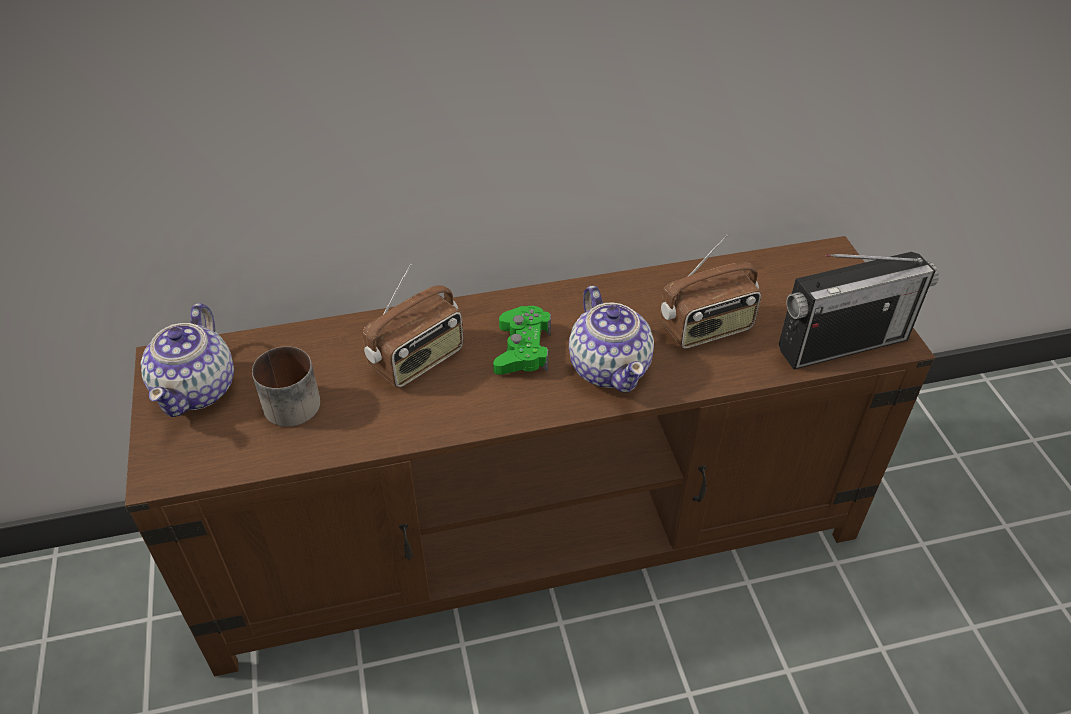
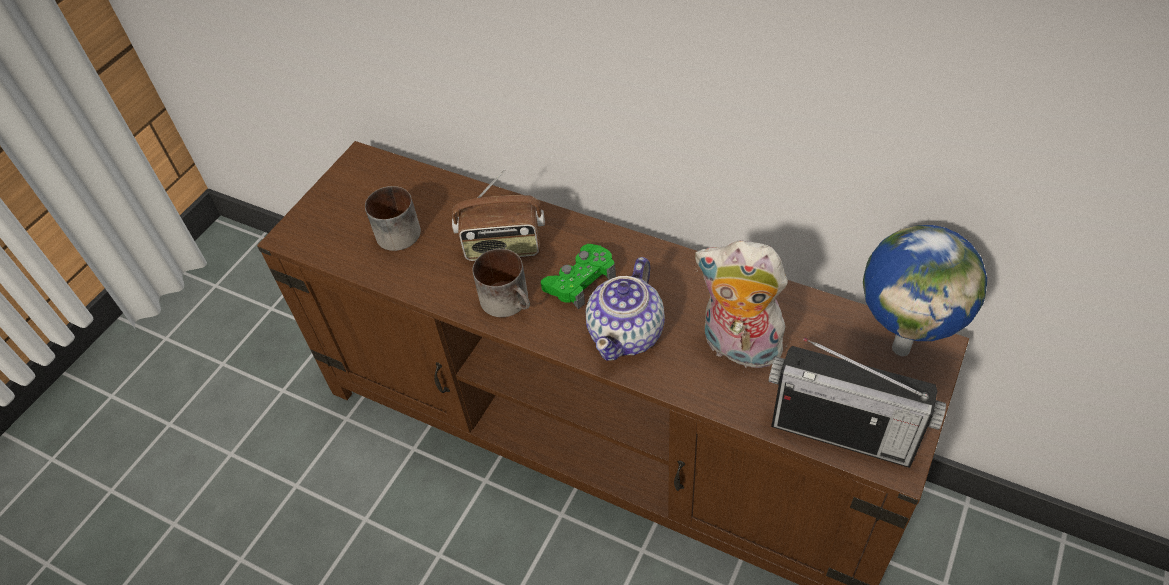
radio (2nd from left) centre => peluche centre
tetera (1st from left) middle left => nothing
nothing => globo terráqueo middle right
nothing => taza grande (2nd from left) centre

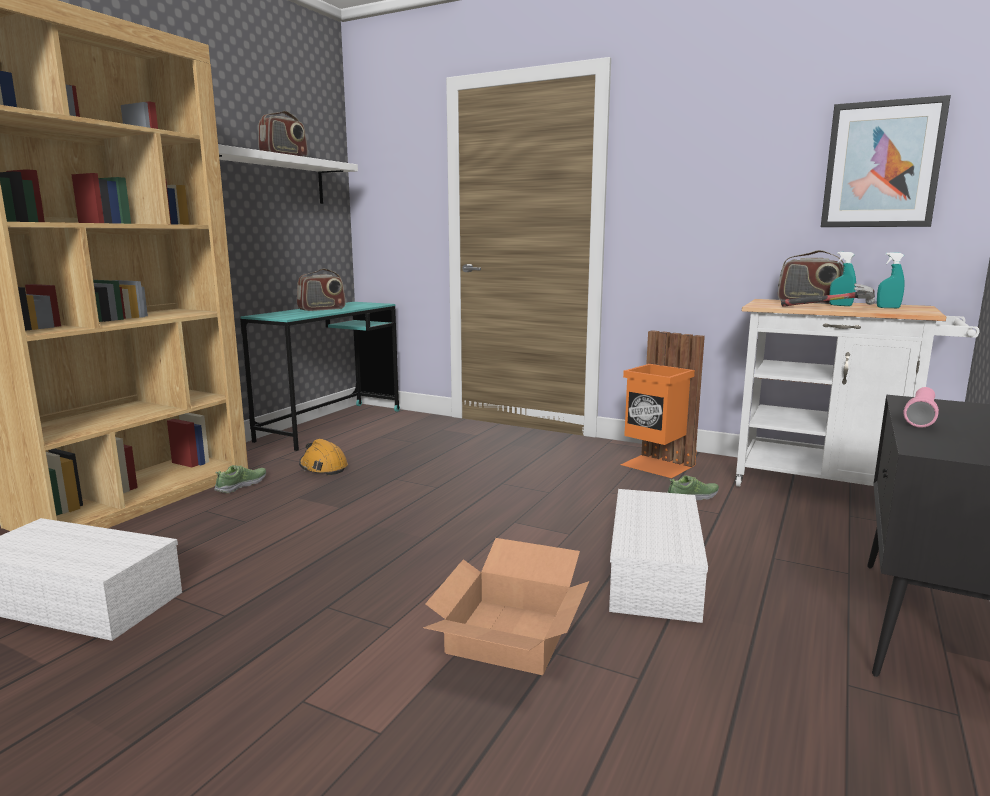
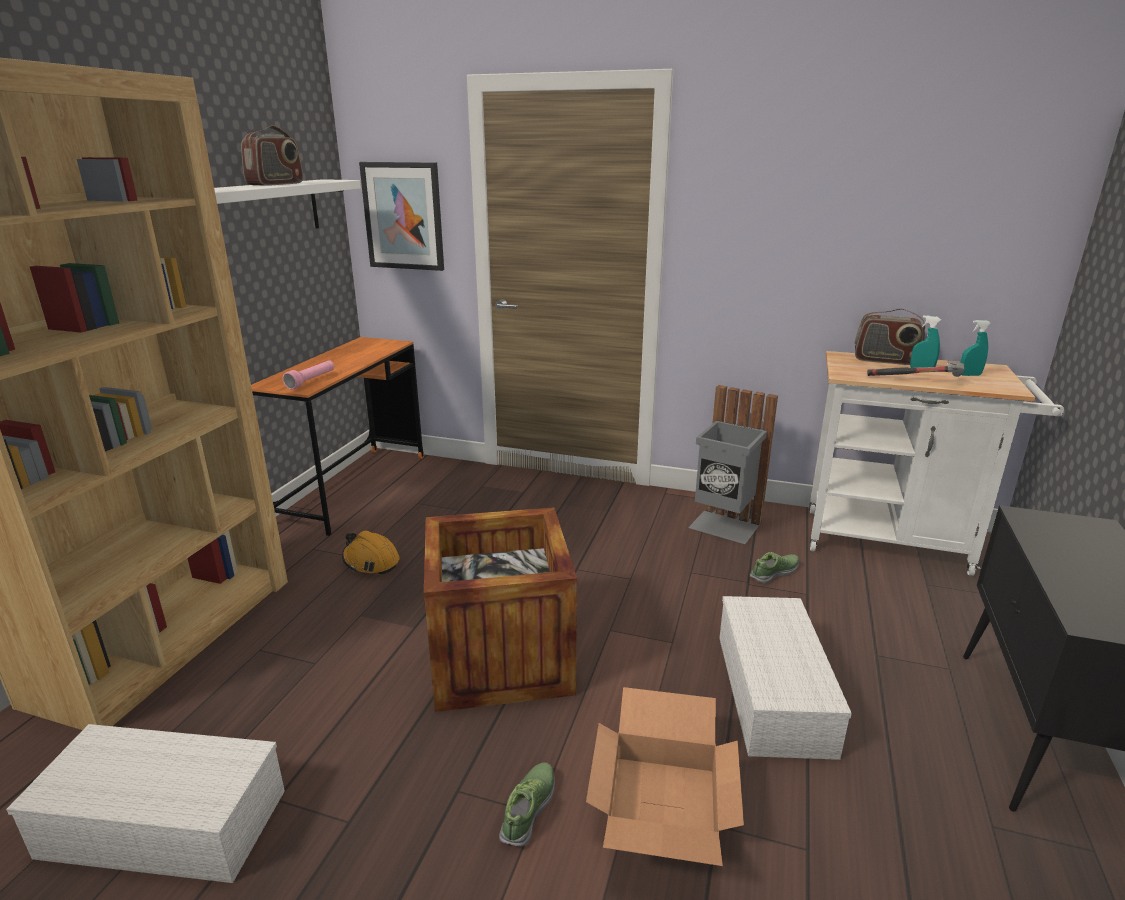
cuadro top right => cuadro top centre, moved
radio (2nd from left) middle left => nothing
escritorio/turquesa middle left => escritorio/naranja middle left
papelera/naranja middle right => papelera/gris centre
linterna/rosa middle right => linterna/rosa middle left, moved
zapato (1st from left) middle left => zapato (1st from left) bottom centre, moved
nothing => caja de embalaje bottom centre

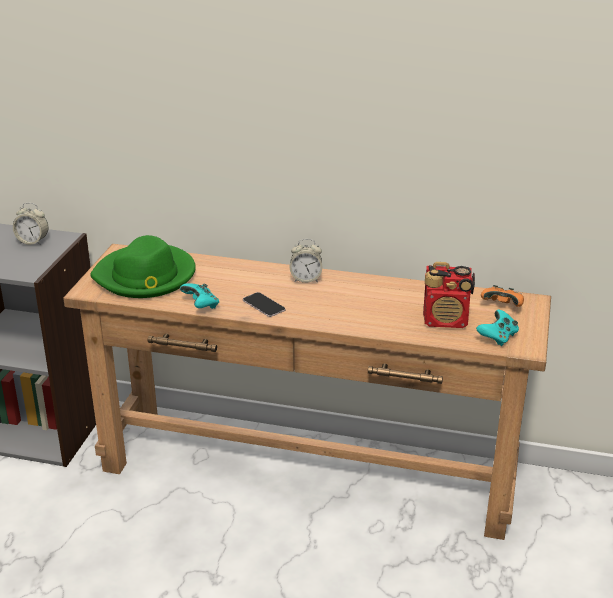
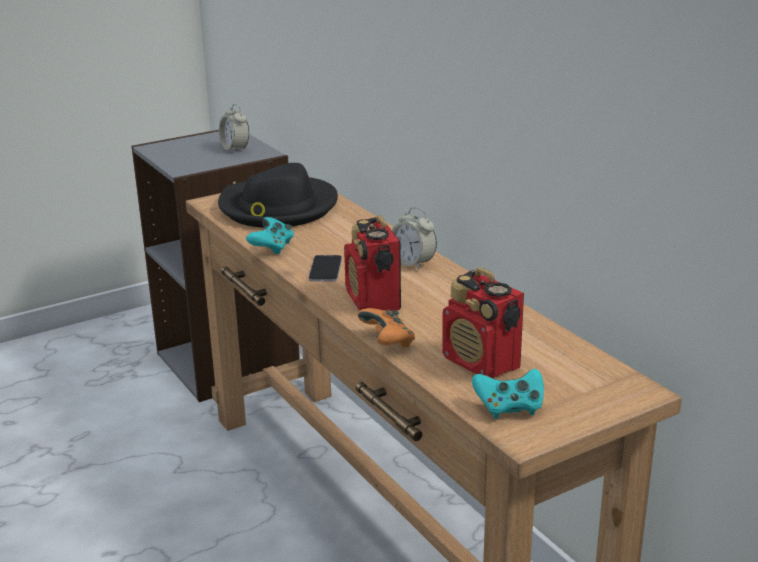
sombrero/verde middle left => sombrero/negro centre
mando de consola/naranja middle right => mando de consola/naranja centre, moved
nothing => radio (1st from left) centre

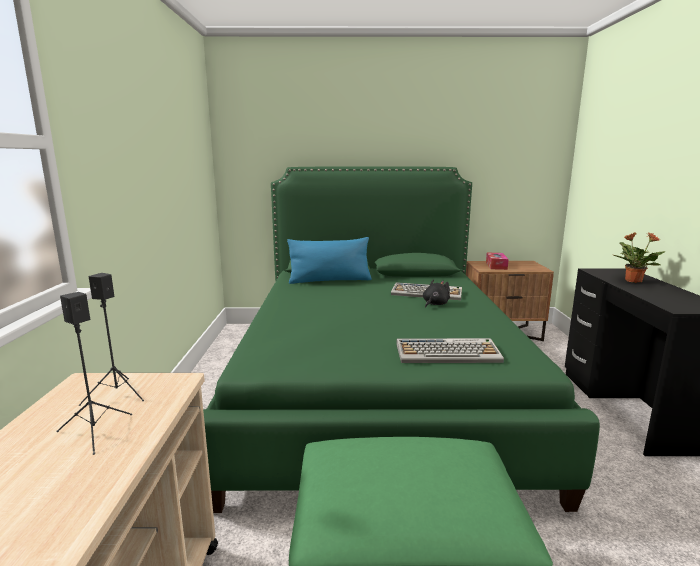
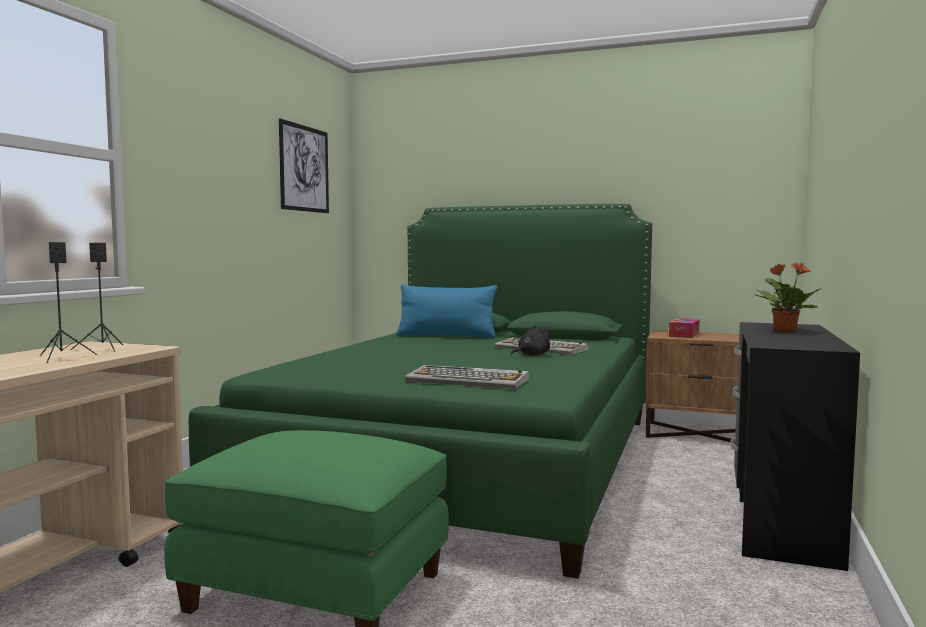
nothing => cuadro top left

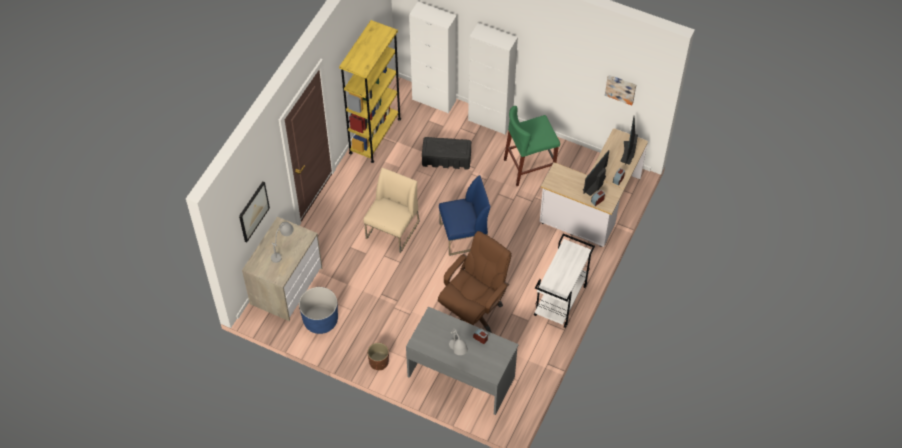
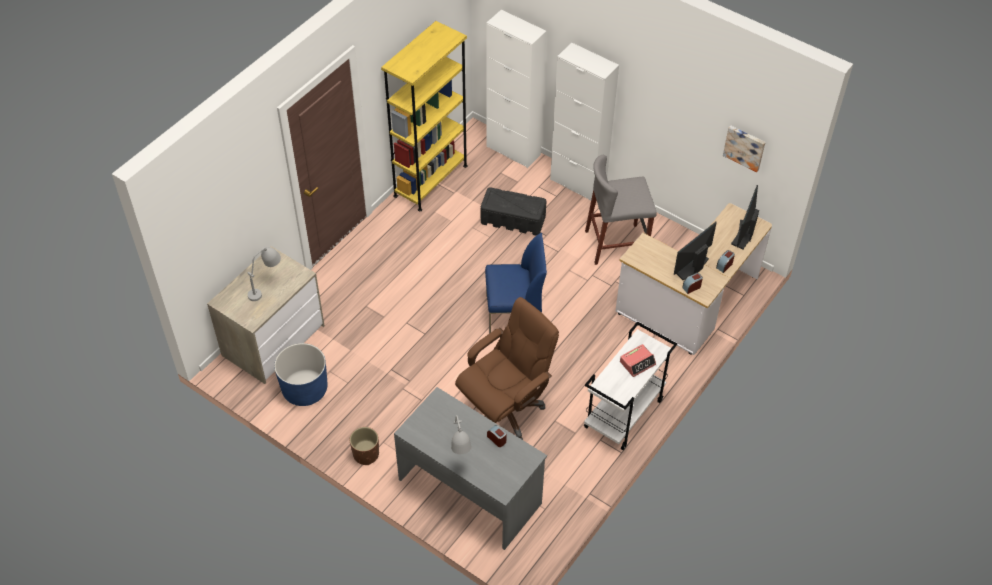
taburete/verde top centre => taburete/gris centre
silla/beis centre => nothing
cuadro (1st from left) middle left => nothing
nothing => despertador (2nd from left) centre

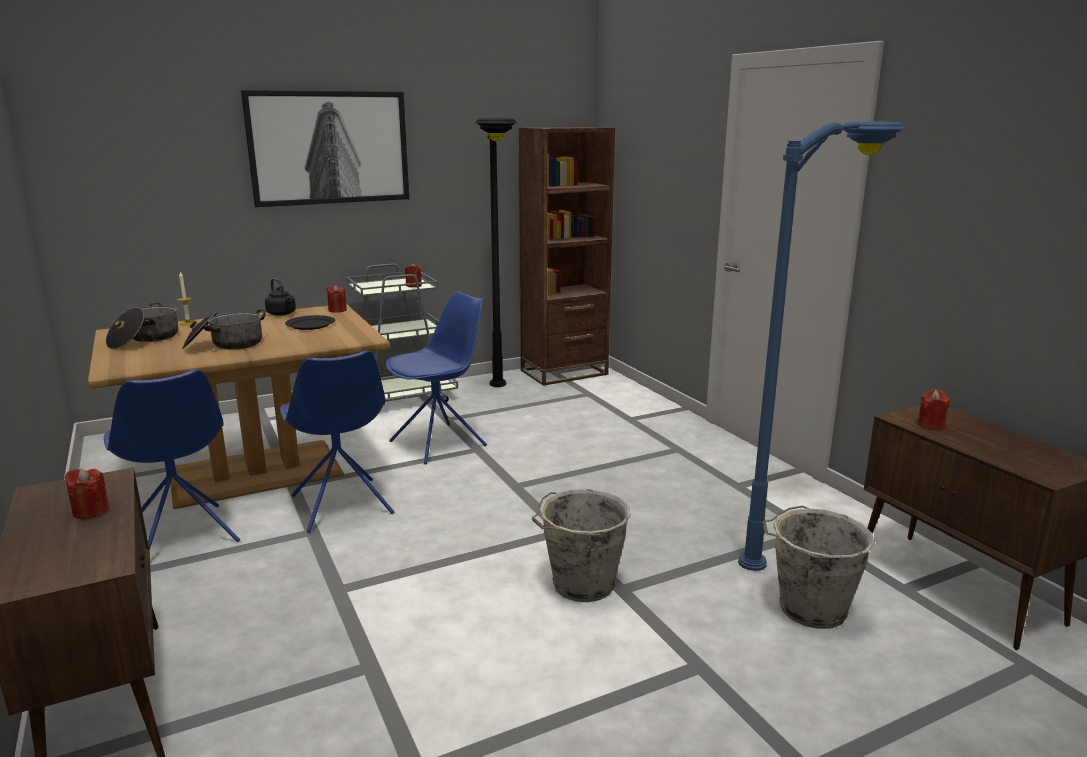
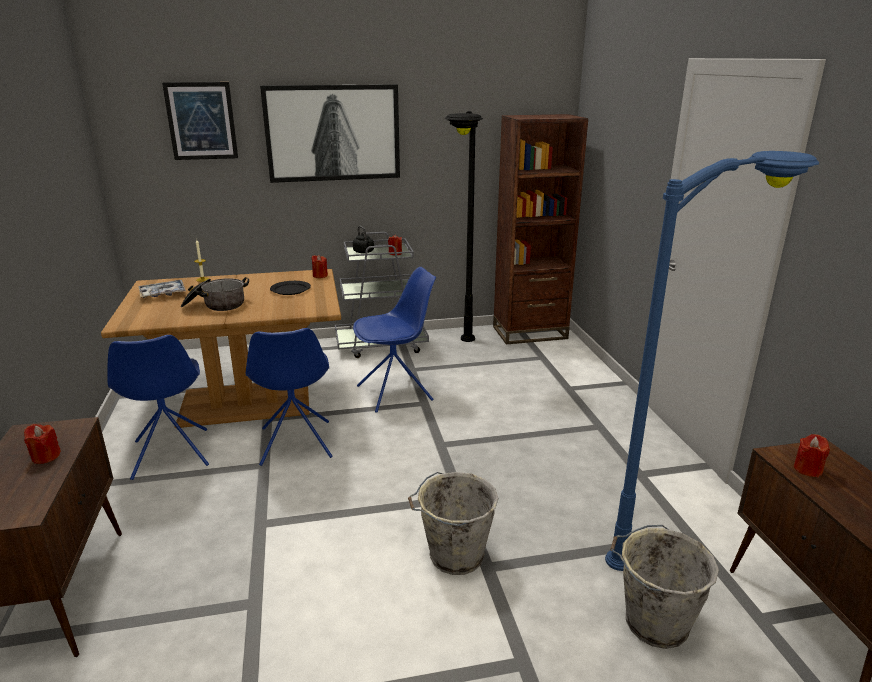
hervidor/negro middle left => hervidor/negro centre, moved
olla (1st from left) middle left => bandeja middle left
nothing => cuadro (1st from left) top left

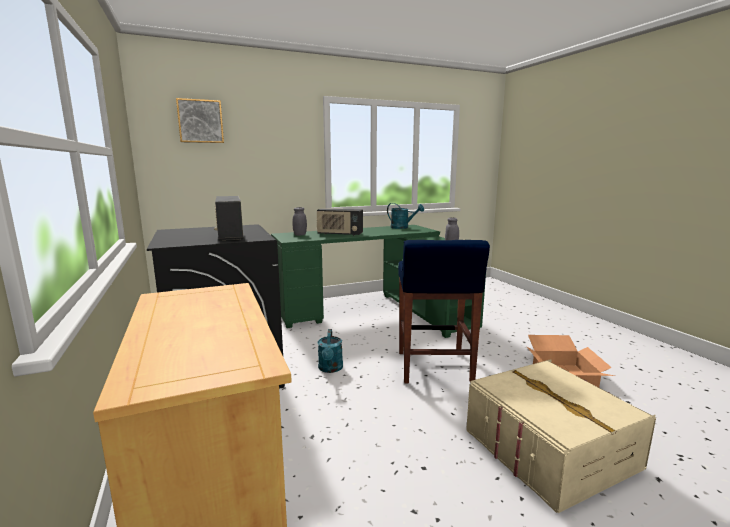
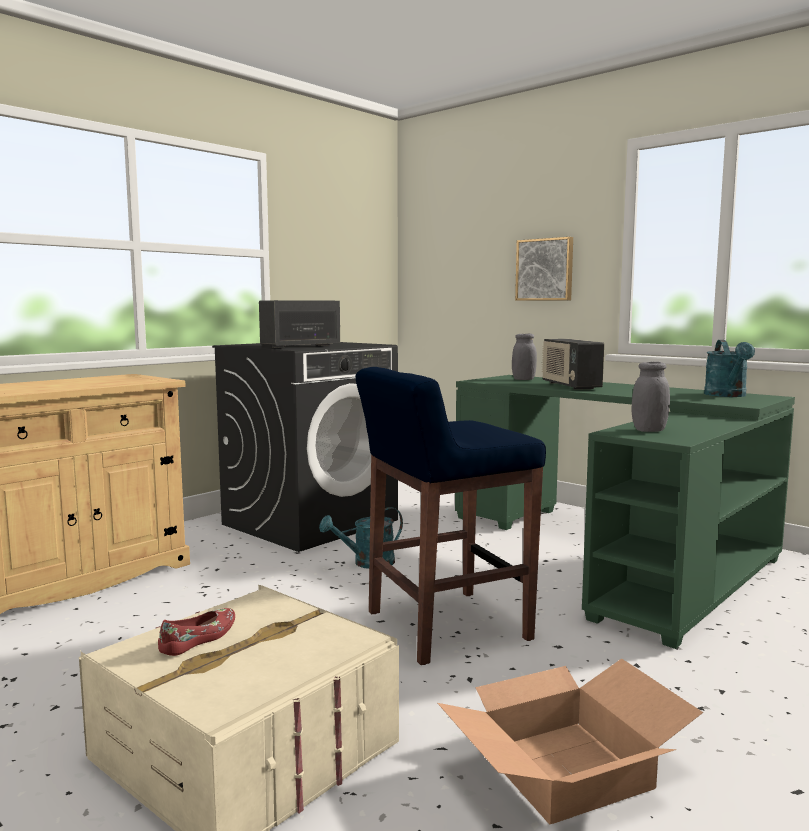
cuadro top left => cuadro top right, moved
nothing => zapato/rojo bottom left

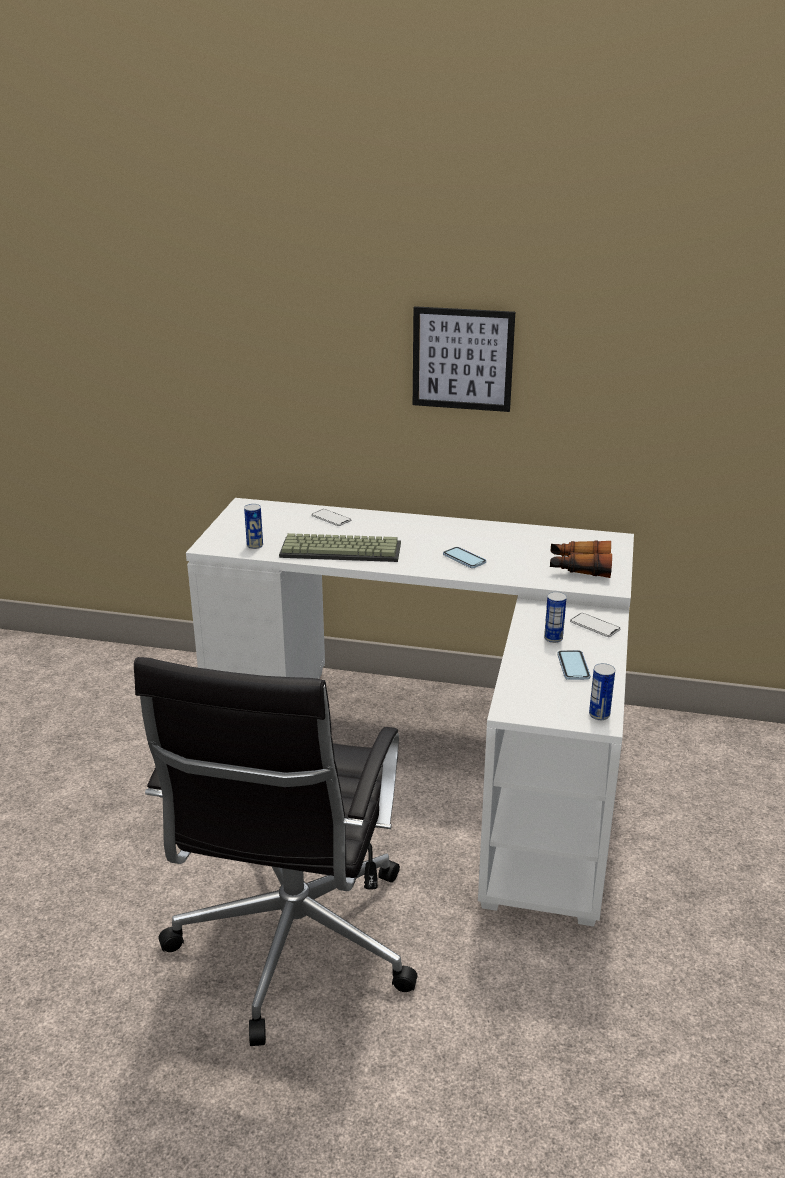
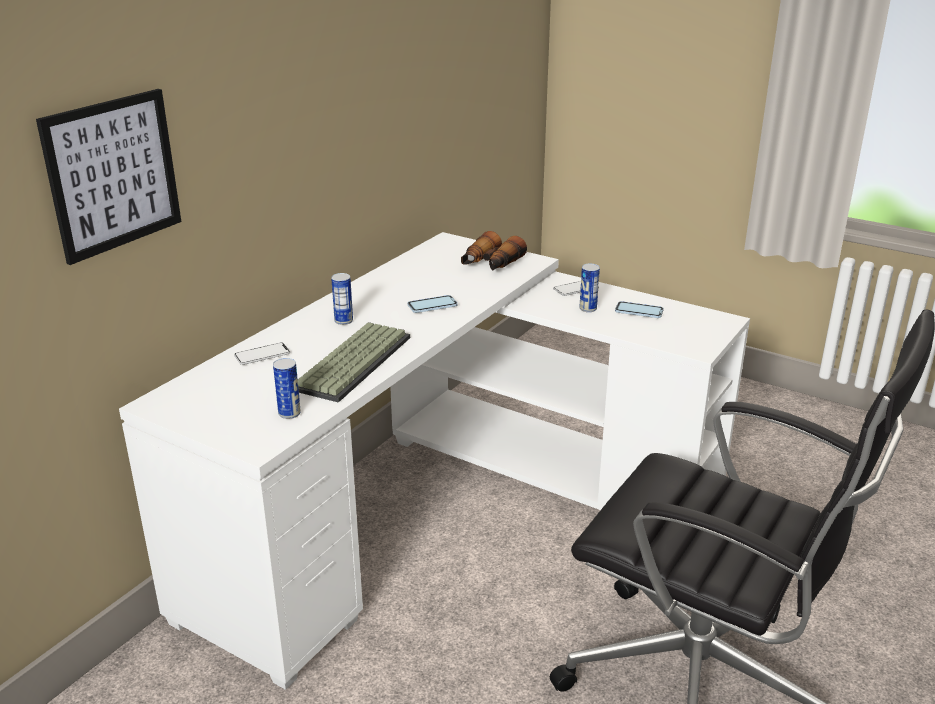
cuadro top centre => cuadro top left, moved
lata (3rd from left in the first image) middle right => lata (2nd from left) centre, moved

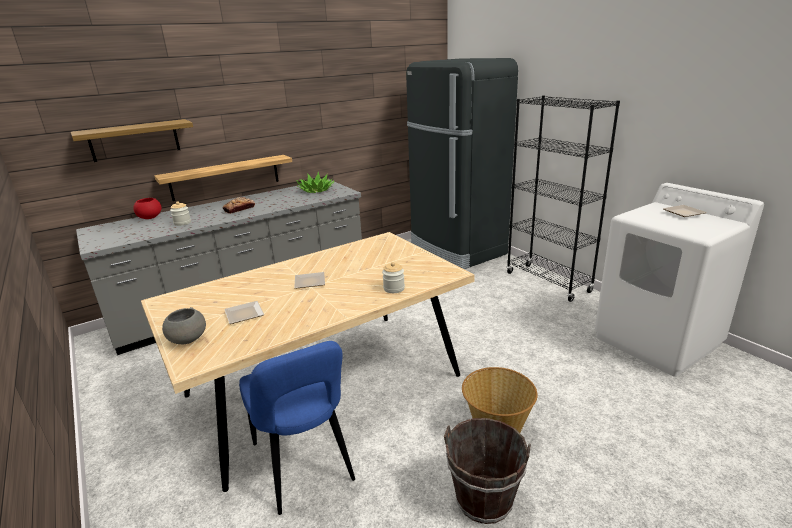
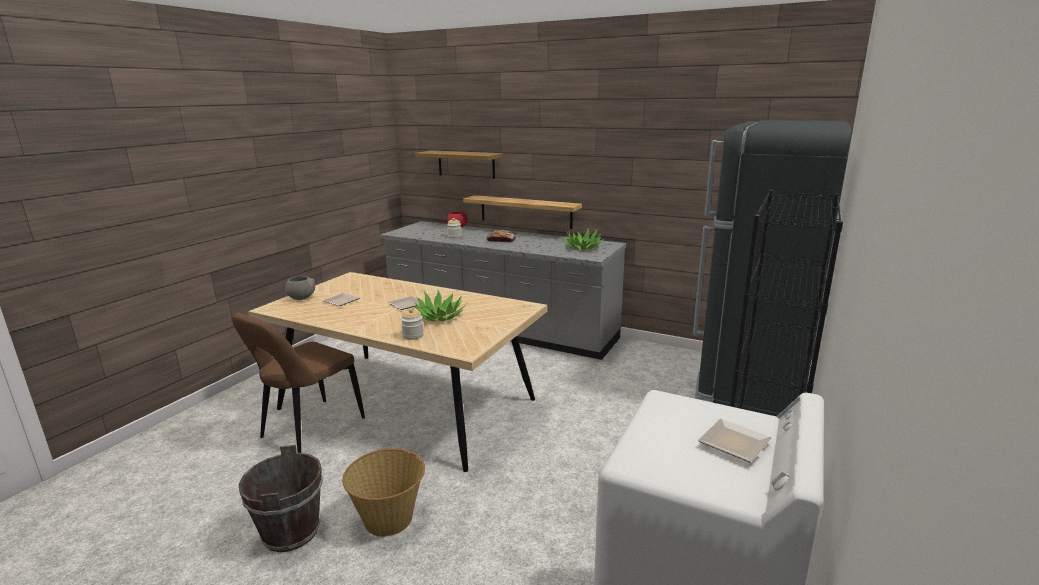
silla/azul bottom centre => silla/marrón middle left
nothing => planta en maceta (1st from left) centre

